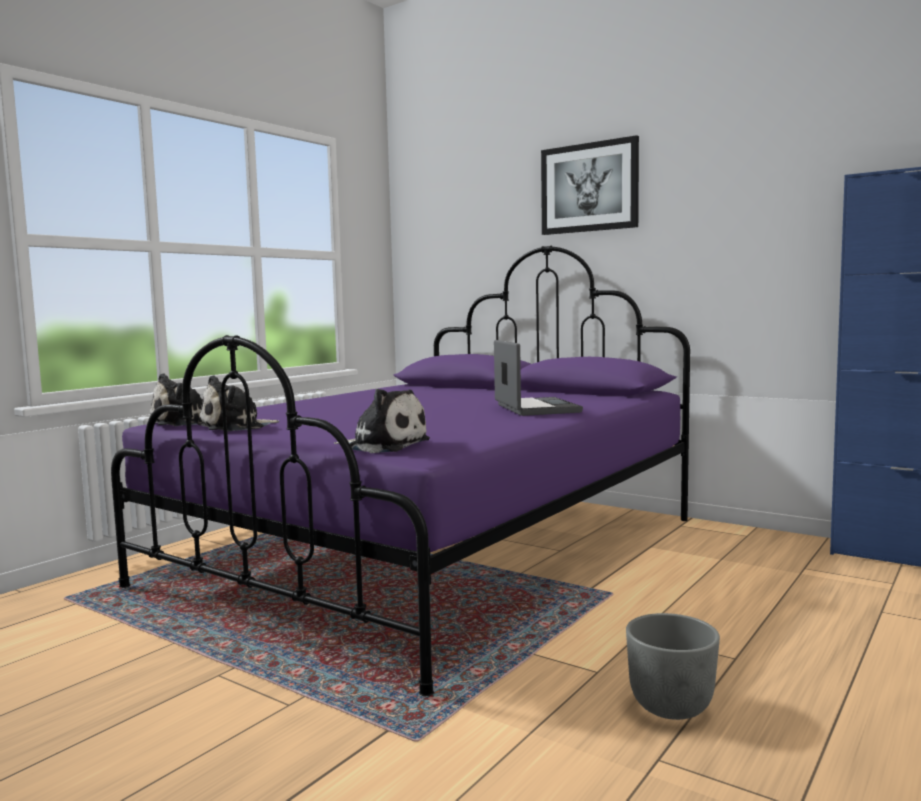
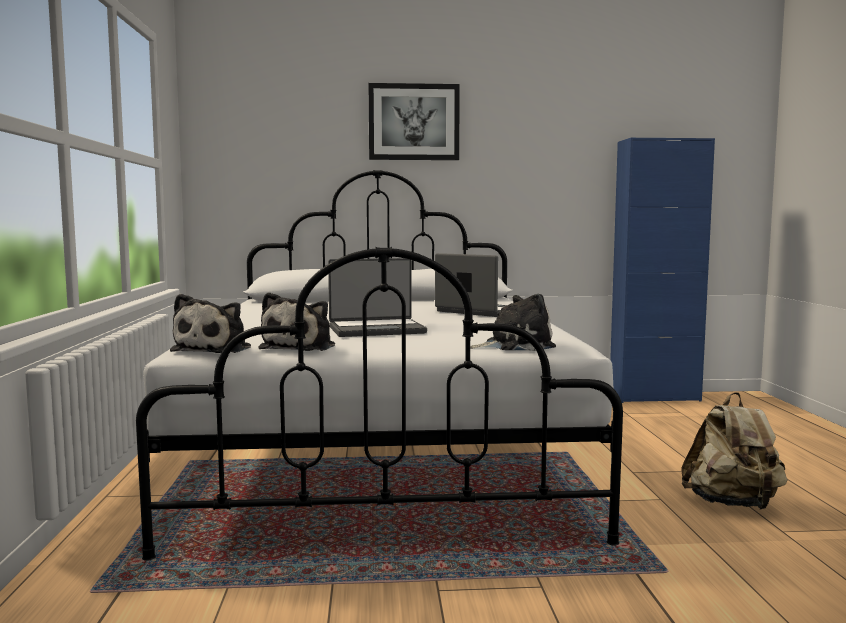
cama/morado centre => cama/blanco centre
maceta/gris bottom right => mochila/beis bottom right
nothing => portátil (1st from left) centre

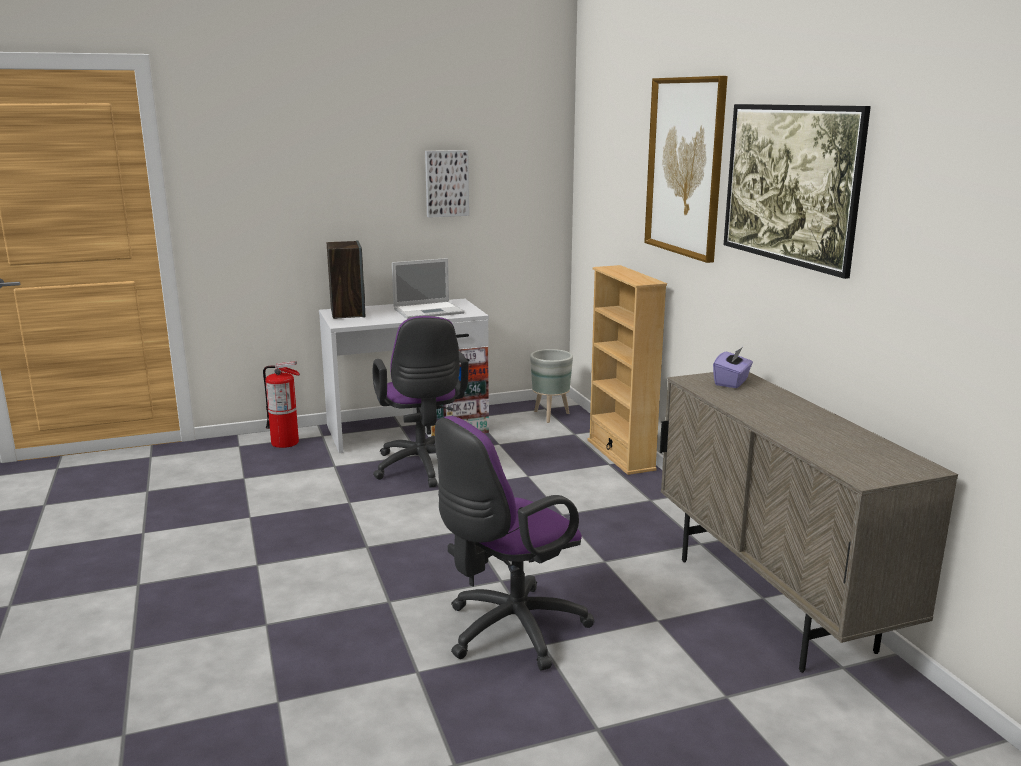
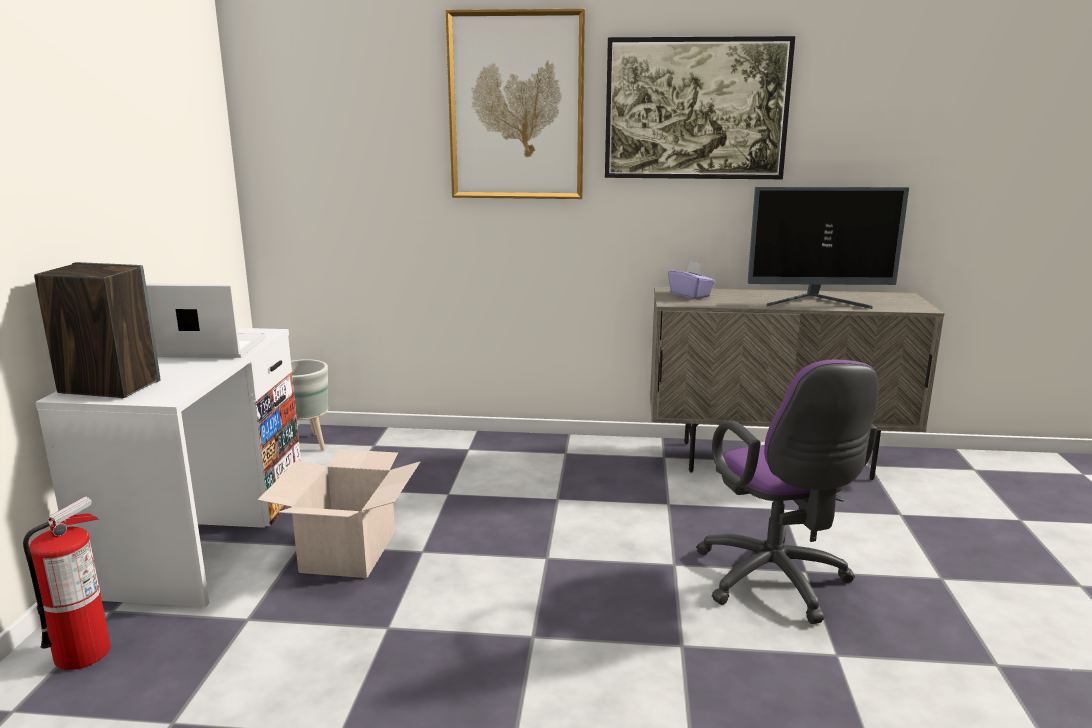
cuadro (1st from left) top centre => nothing
portátil centre => portátil middle left, 90 degrees counterclockwise
estantería/beis centre => nothing
silla de oficina/morado (1st from left) centre => caja de cartón bottom left
nothing => monitor middle right

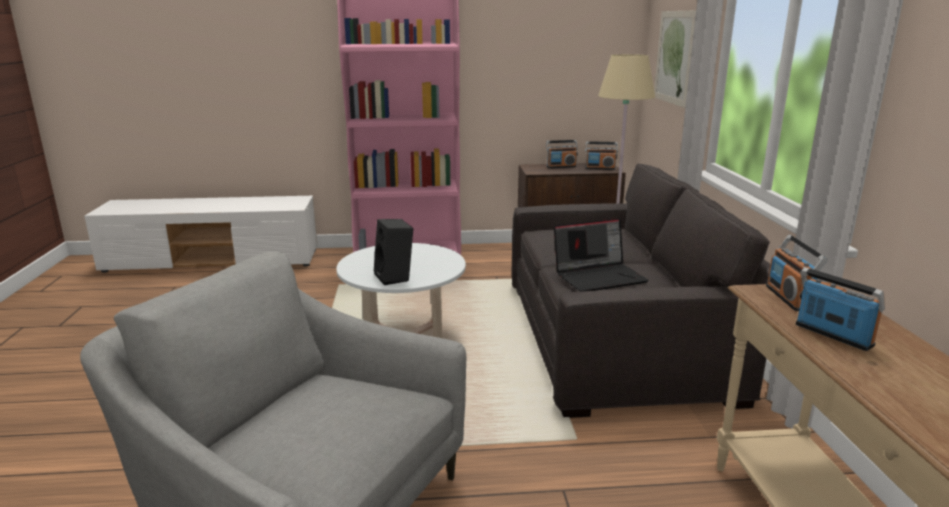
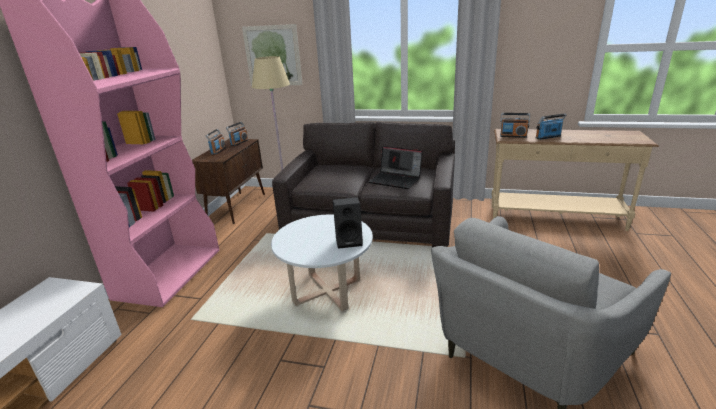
portátil centre, 120 degrees clockwise

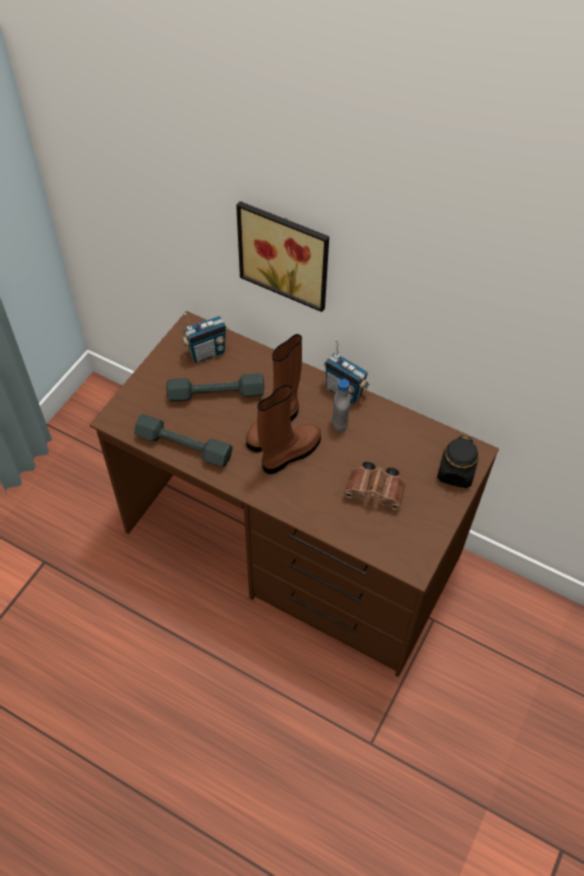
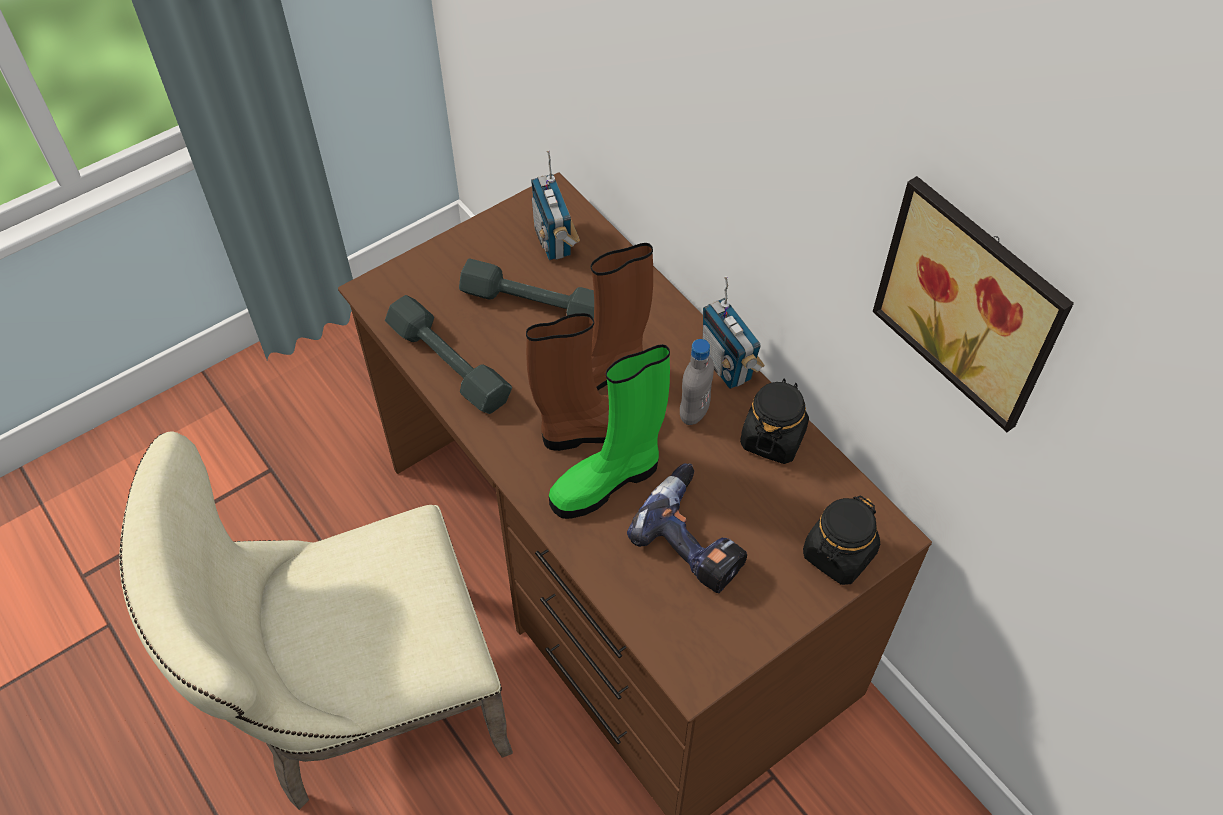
cuadro top centre => cuadro middle right, moved
radio (1st from left) centre => radio (1st from left) top centre, 75 degrees clockwise
prismáticos/marrón centre => taladro centre
nothing => bota/verde centre
nothing => tarro/negro (1st from left) centre
nothing => silla/beis bottom left

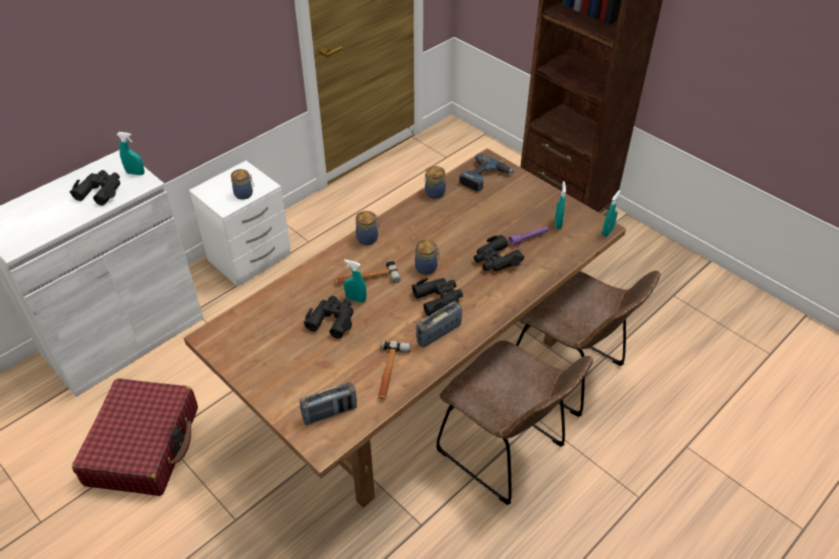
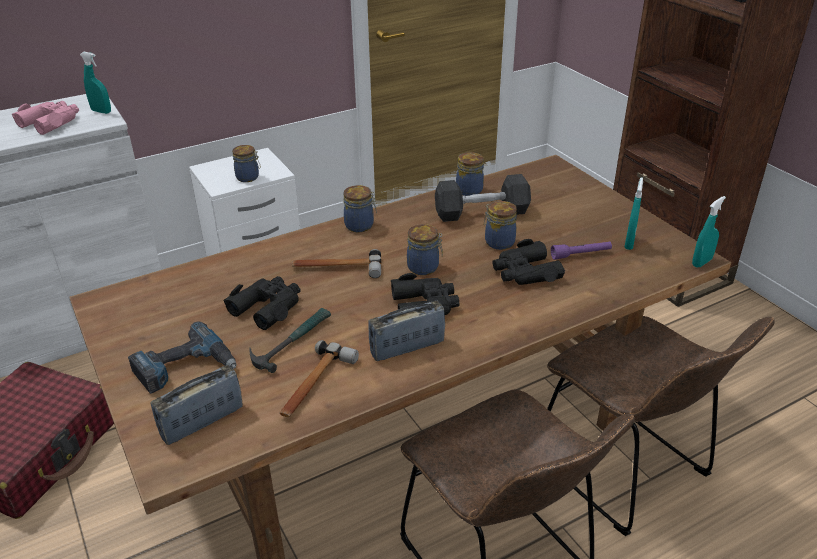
taladro top centre => taladro middle left, moved
prismáticos/negro (1st from left) middle left => prismáticos/rosa top left
pulverizador/turquesa (2nd from left) centre => nothing
radio (1st from left) bottom centre => radio (1st from left) bottom left, 150 degrees clockwise
nothing => mancuerna/gris centre
nothing => tarro (5th from left) centre
nothing => martillo (1st from left) centre

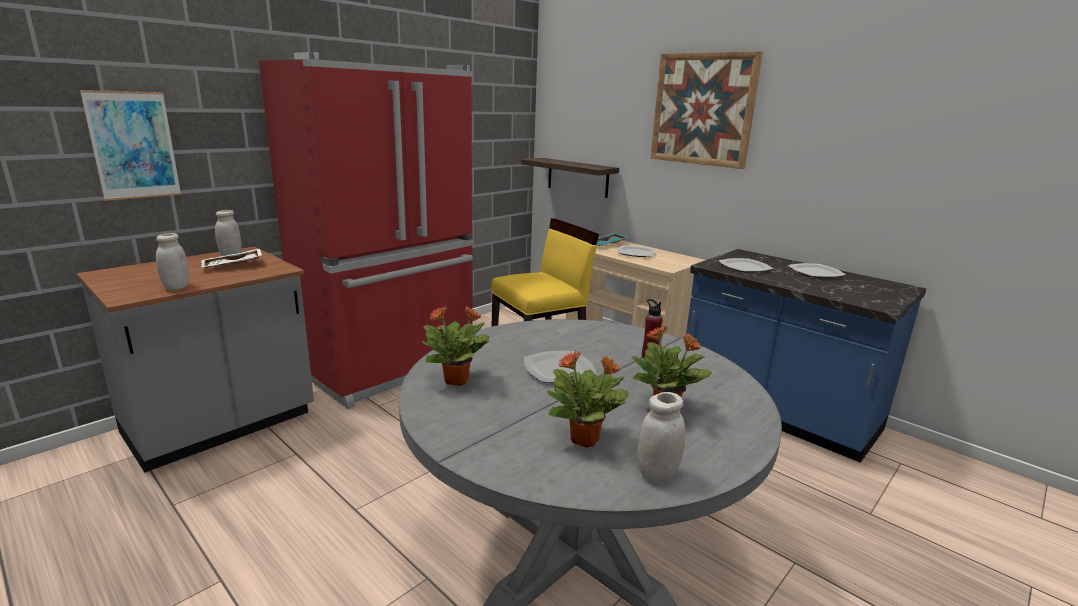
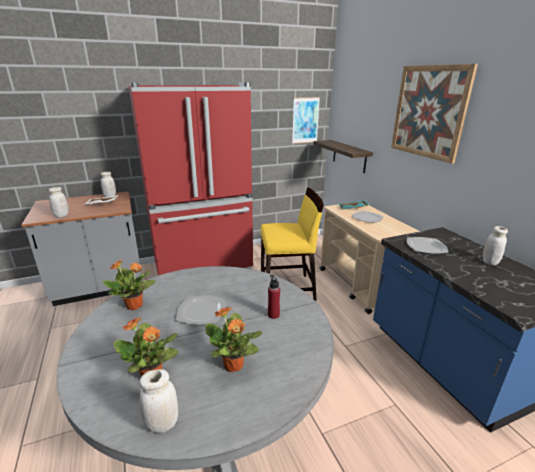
cuadro (1st from left) top left => cuadro (1st from left) top centre, moved
plato (4th from left) middle right => tarro/blanco (4th from left) middle right

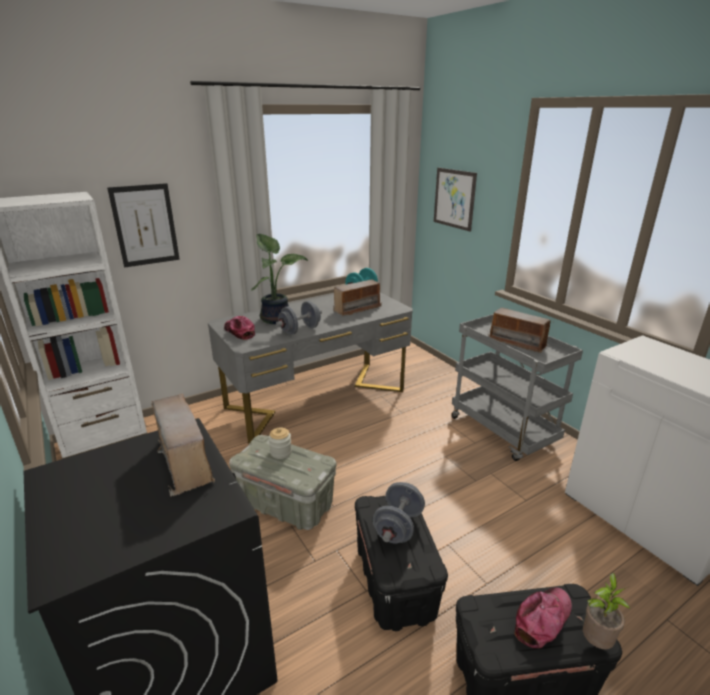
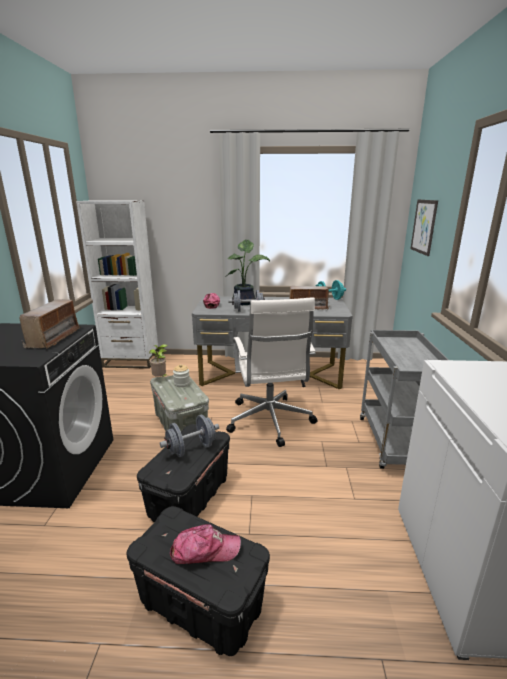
cuadro (1st from left) top left => nothing
radio (3rd from left) middle right => nothing
planta en maceta (2nd from left in the first image) bottom right => planta en maceta (1st from left) middle left, moved
nothing => silla de oficina/blanco centre

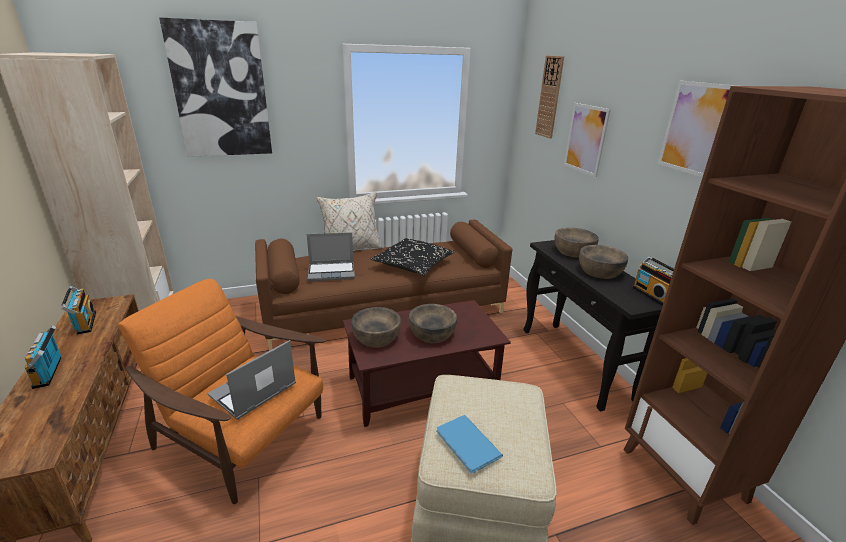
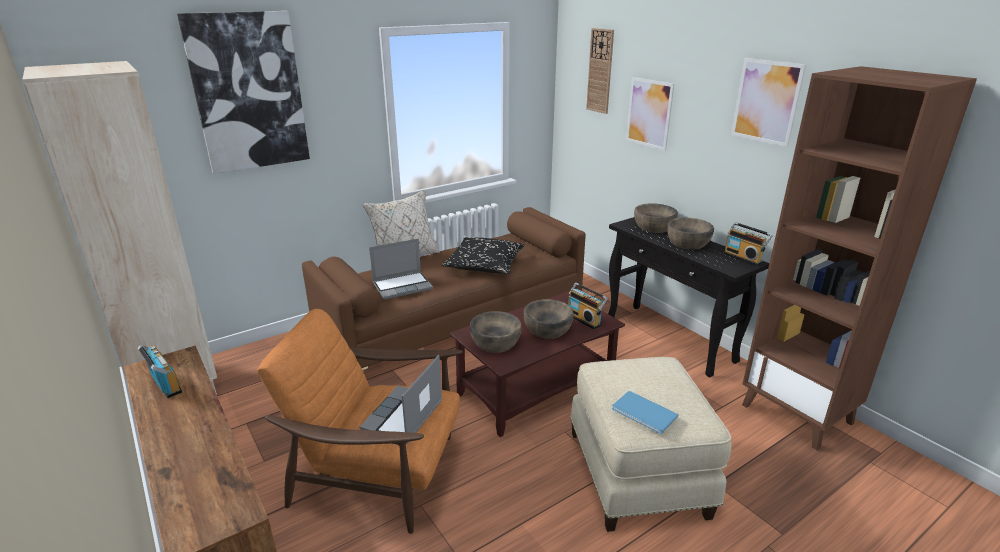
radio (1st from left in the first image) middle left => radio (2nd from left) centre, moved

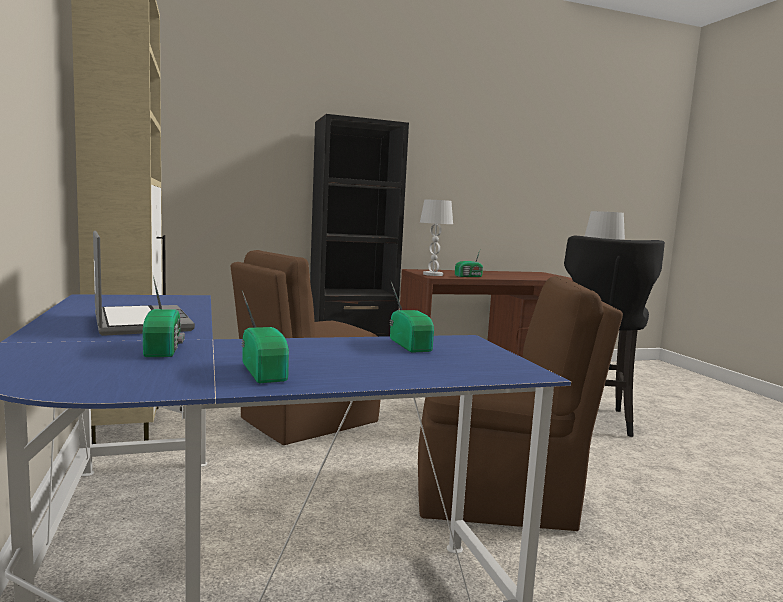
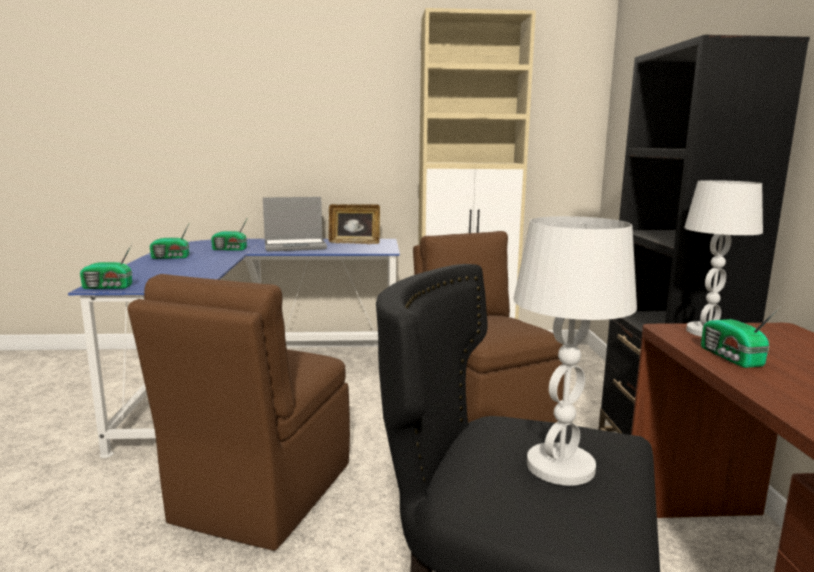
radio (3rd from left in the first image) centre => radio (1st from left) middle left, moved
nothing => portarretratos centre

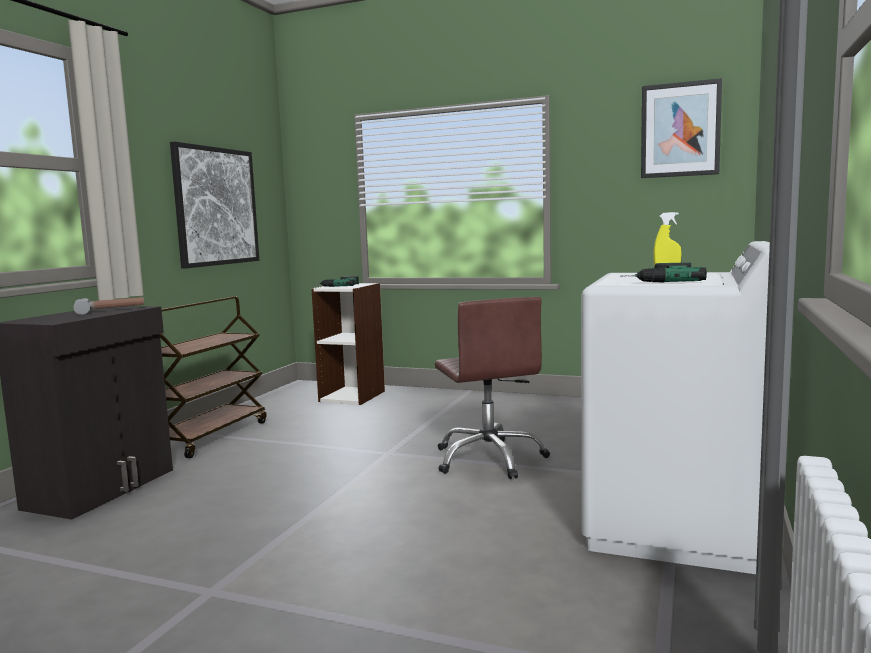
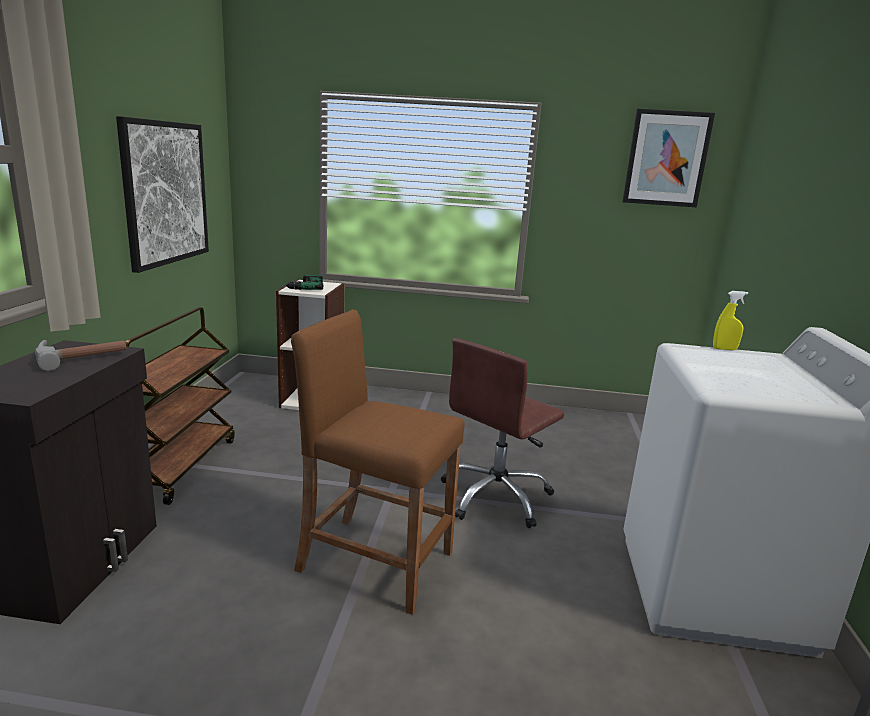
taladro (2nd from left) middle right => nothing
silla de oficina/marrón centre, 75 degrees clockwise
nothing => taburete/marrón centre

